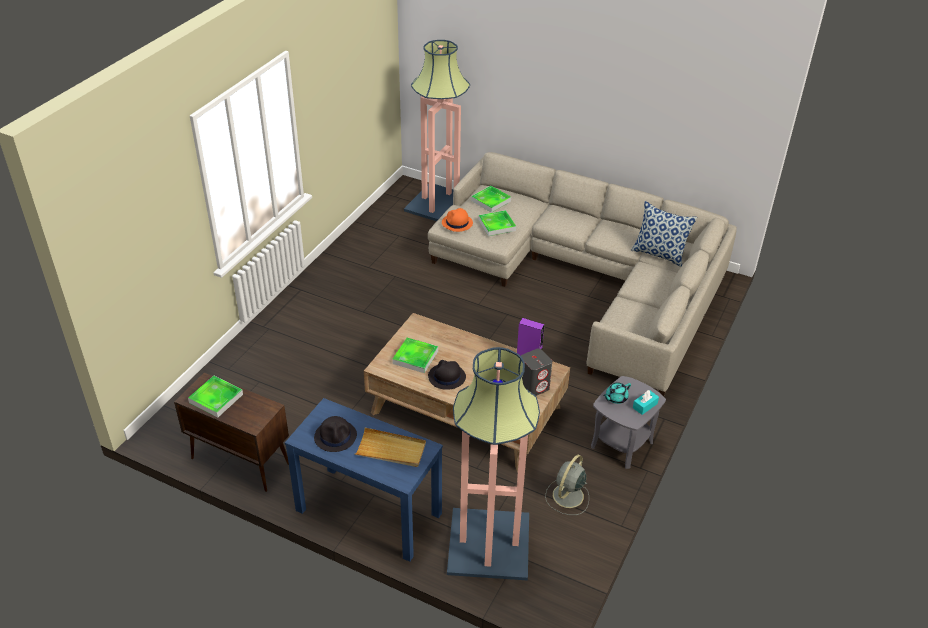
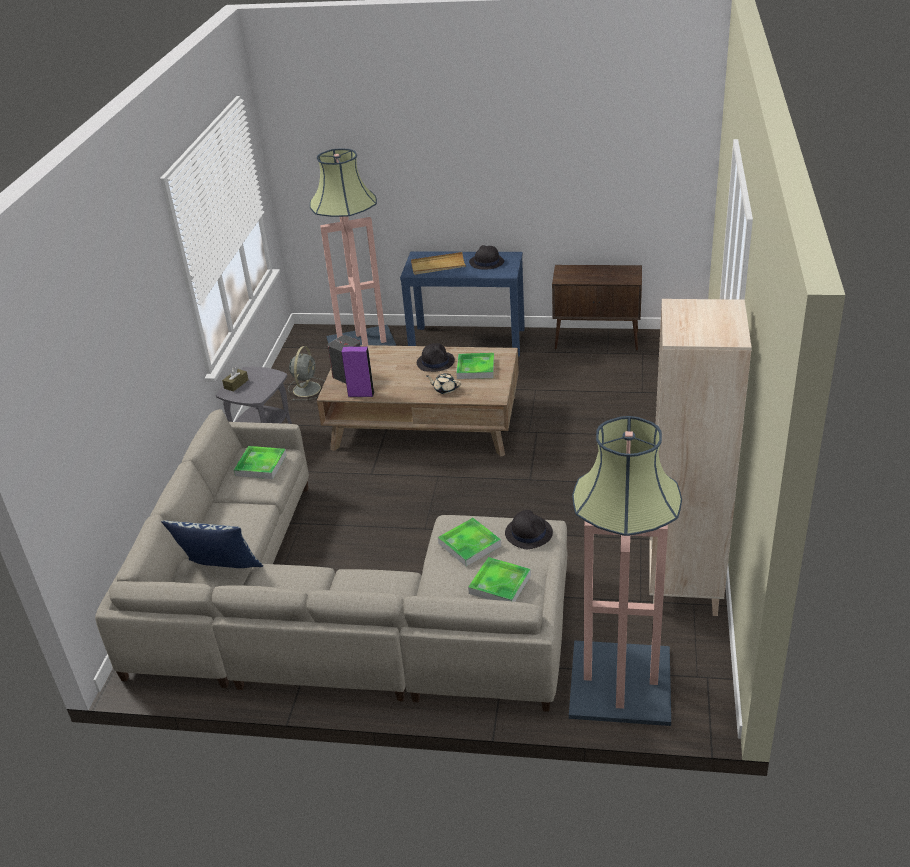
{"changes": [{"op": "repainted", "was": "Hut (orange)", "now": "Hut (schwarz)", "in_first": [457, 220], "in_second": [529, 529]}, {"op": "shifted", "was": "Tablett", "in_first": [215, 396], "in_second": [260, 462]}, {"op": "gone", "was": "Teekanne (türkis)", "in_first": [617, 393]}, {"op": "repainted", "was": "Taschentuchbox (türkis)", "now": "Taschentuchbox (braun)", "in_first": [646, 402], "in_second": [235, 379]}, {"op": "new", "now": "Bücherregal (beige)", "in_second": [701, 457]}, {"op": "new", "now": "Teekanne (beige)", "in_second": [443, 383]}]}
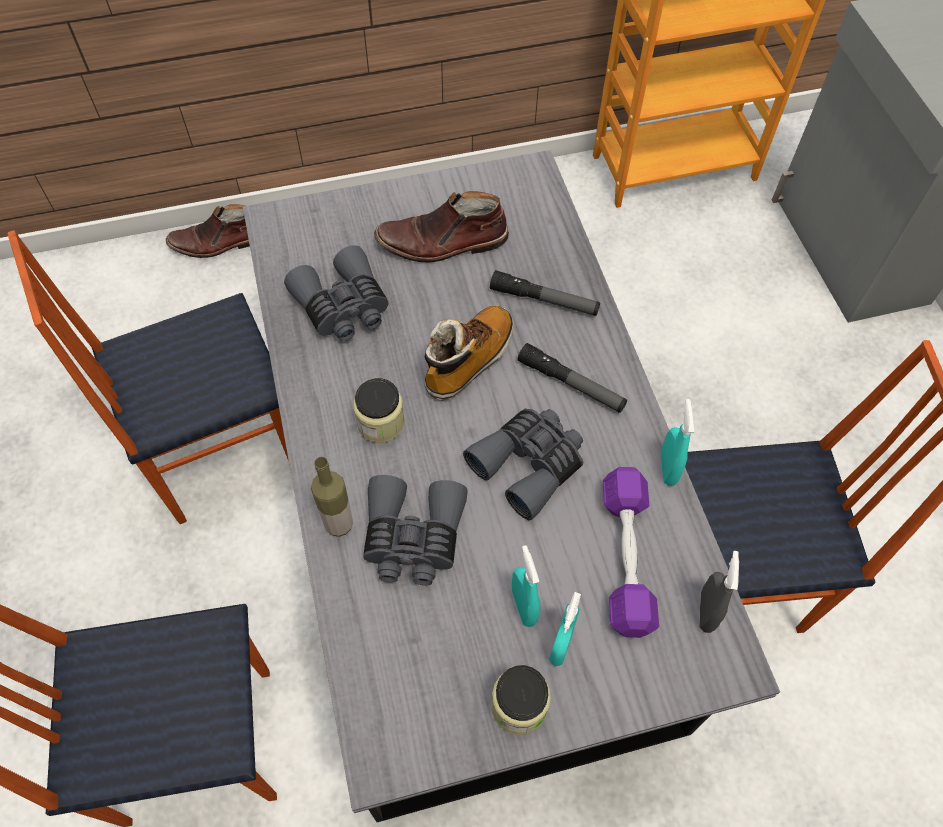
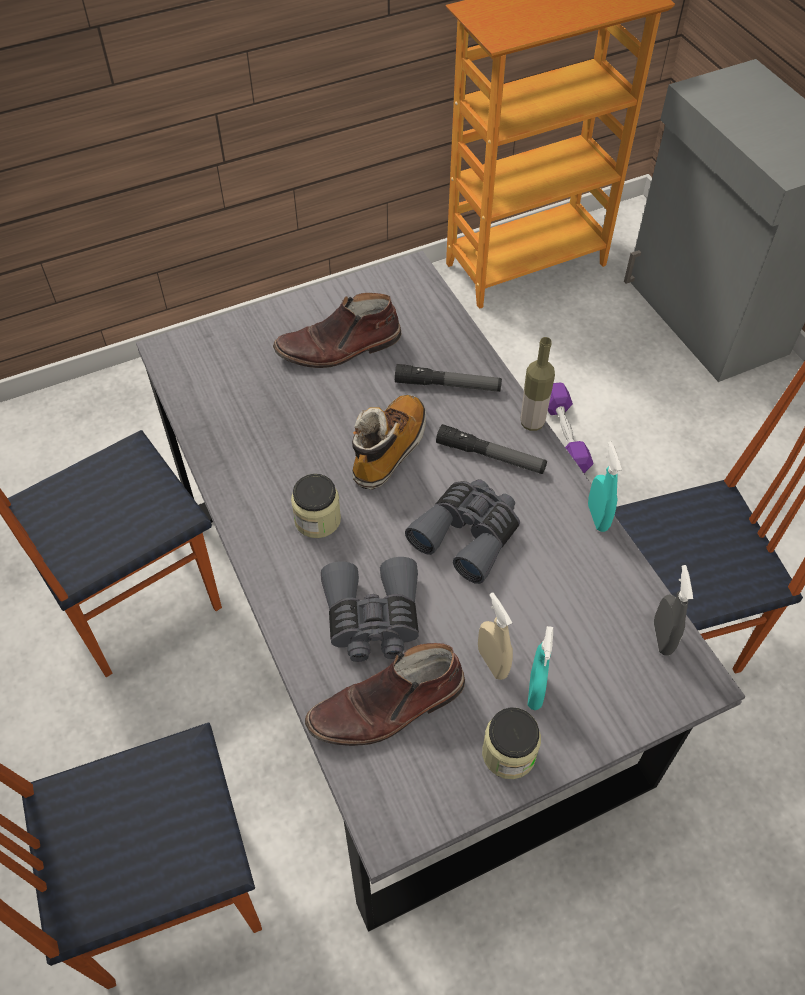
{"changes": [{"op": "shifted", "was": "Stiefel (braun)", "in_first": [208, 231], "in_second": [385, 694]}, {"op": "gone", "was": "Fernglas (grau)", "in_first": [336, 293]}, {"op": "shifted", "was": "Flasche", "in_first": [332, 497], "in_second": [538, 384]}, {"op": "shifted", "was": "Hantel (lila)", "in_first": [631, 552], "in_second": [571, 427]}, {"op": "repainted", "was": "Sprühflasche (türkis)", "now": "Sprühflasche (beige)", "in_first": [526, 586], "in_second": [495, 636]}]}
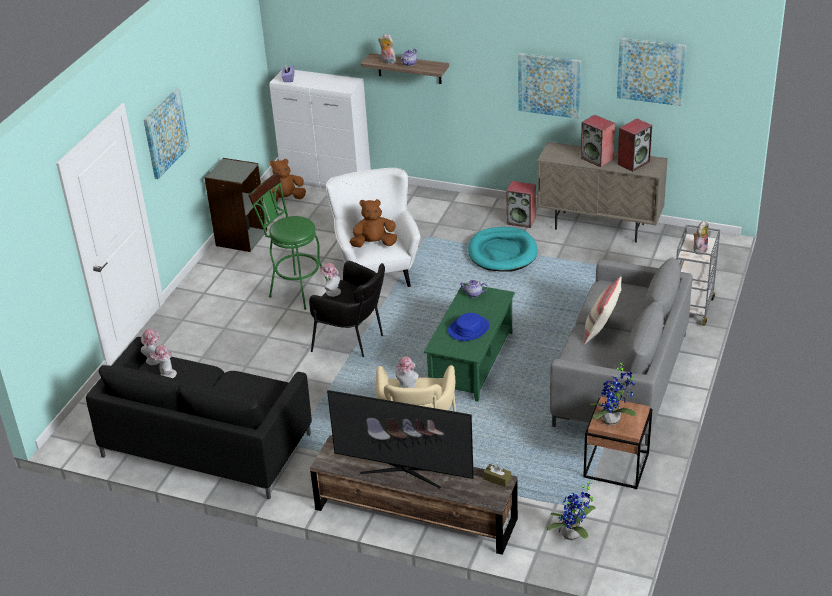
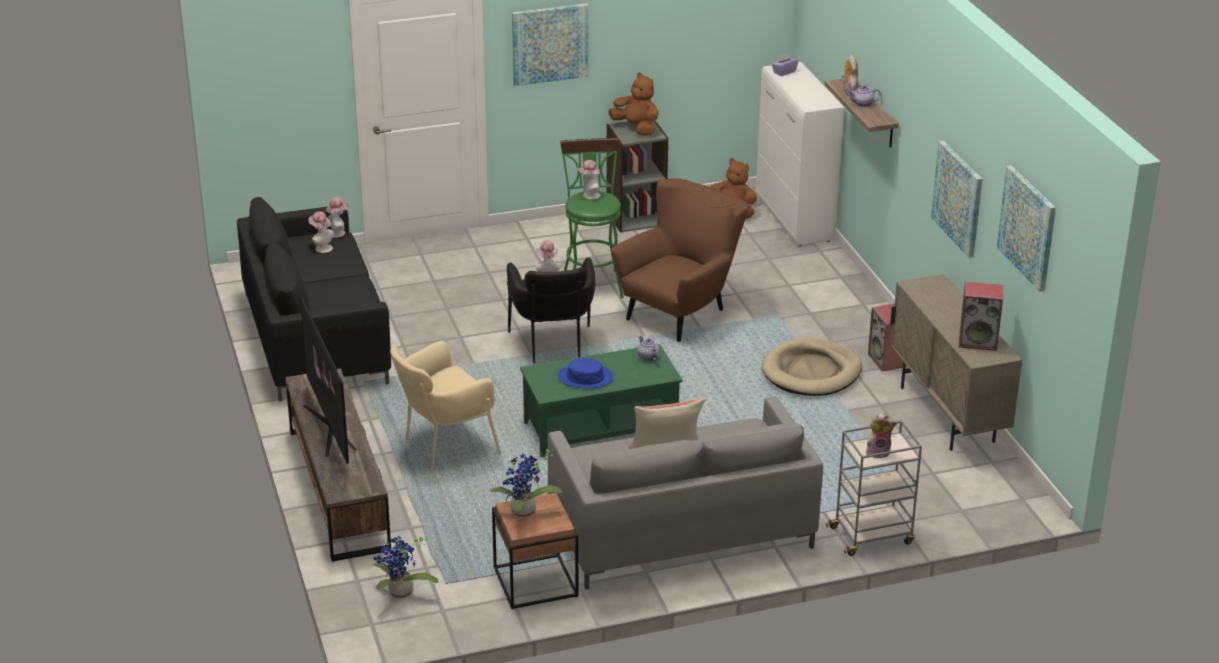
{"changes": [{"op": "gone", "was": "Lautsprecher", "in_first": [598, 141]}, {"op": "repainted", "was": "Sessel (weiß)", "now": "Sessel (braun)", "in_first": [373, 227], "in_second": [679, 260]}, {"op": "shifted", "was": "Plüschtier (braun)", "in_first": [373, 223], "in_second": [633, 104]}, {"op": "repainted", "was": "Hundebett (türkis)", "now": "Hundebett (beige)", "in_first": [502, 249], "in_second": [811, 367]}, {"op": "shifted", "was": "Hut", "in_first": [407, 372], "in_second": [589, 180]}, {"op": "gone", "was": "Taschentuchbox (braun)", "in_first": [497, 475]}]}
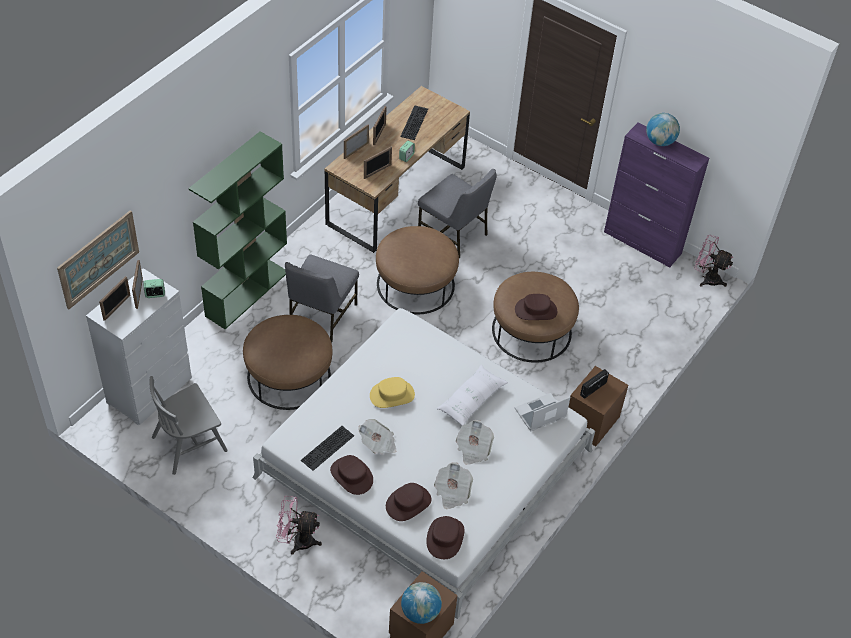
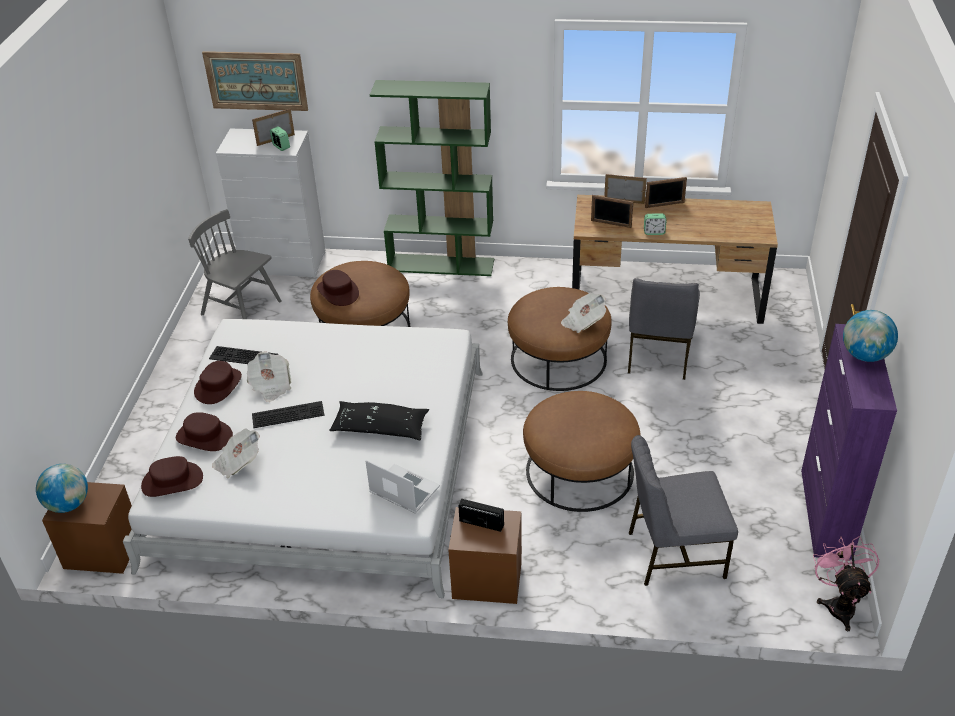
{"changes": [{"op": "shifted", "was": "Tastatur", "in_first": [414, 122], "in_second": [288, 414]}, {"op": "shifted", "was": "Stuhl (grau)", "in_first": [322, 299], "in_second": [683, 510]}, {"op": "gone", "was": "Bilderrahmen", "in_first": [115, 298]}, {"op": "shifted", "was": "Hut (braun)", "in_first": [536, 307], "in_second": [338, 288]}, {"op": "repainted", "was": "Kissen (weiß)", "now": "Kissen (schwarz)", "in_first": [472, 395], "in_second": [379, 420]}, {"op": "gone", "was": "Hut (gelb)", "in_first": [392, 392]}, {"op": "shifted", "was": "Zeitung", "in_first": [475, 442], "in_second": [583, 313]}, {"op": "gone", "was": "Ventilator (rosa)", "in_first": [299, 525]}]}
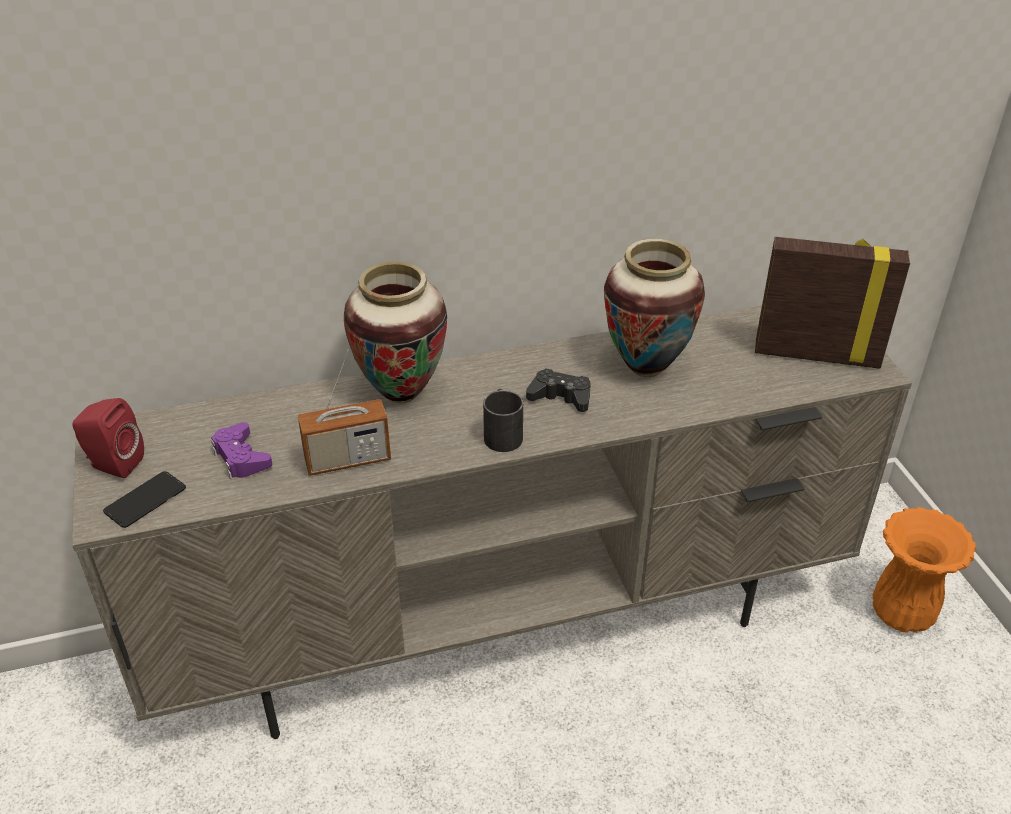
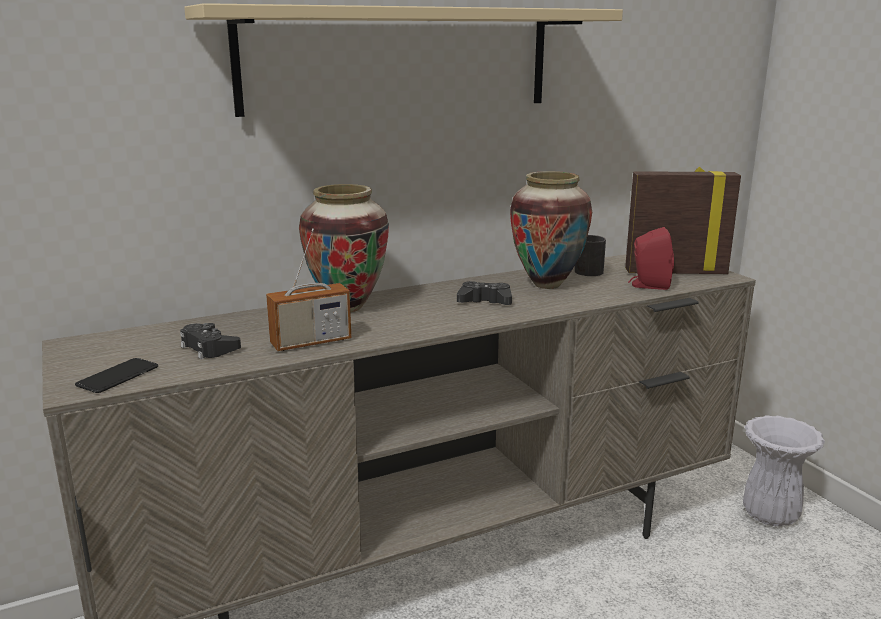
{"changes": [{"op": "shifted", "was": "Henkelbecher (schwarz)", "in_first": [503, 420], "in_second": [590, 255]}, {"op": "shifted", "was": "Lautsprecher (rot)", "in_first": [108, 438], "in_second": [651, 258]}, {"op": "repainted", "was": "Gamepad (lila)", "now": "Gamepad (schwarz)", "in_first": [241, 450], "in_second": [210, 341]}, {"op": "repainted", "was": "Vase (orange)", "now": "Vase (weiß)", "in_first": [924, 570], "in_second": [784, 470]}, {"op": "new", "now": "Wandregal (beige)", "in_second": [403, 60]}]}
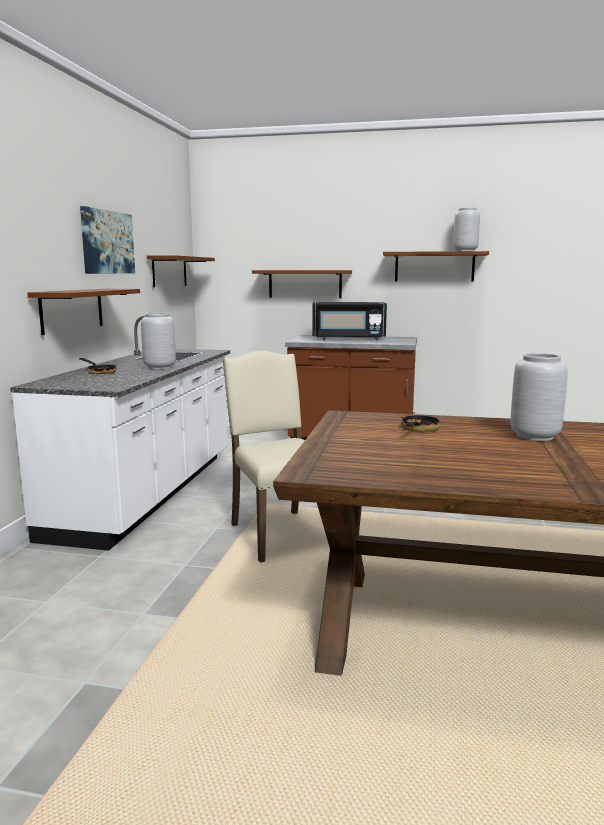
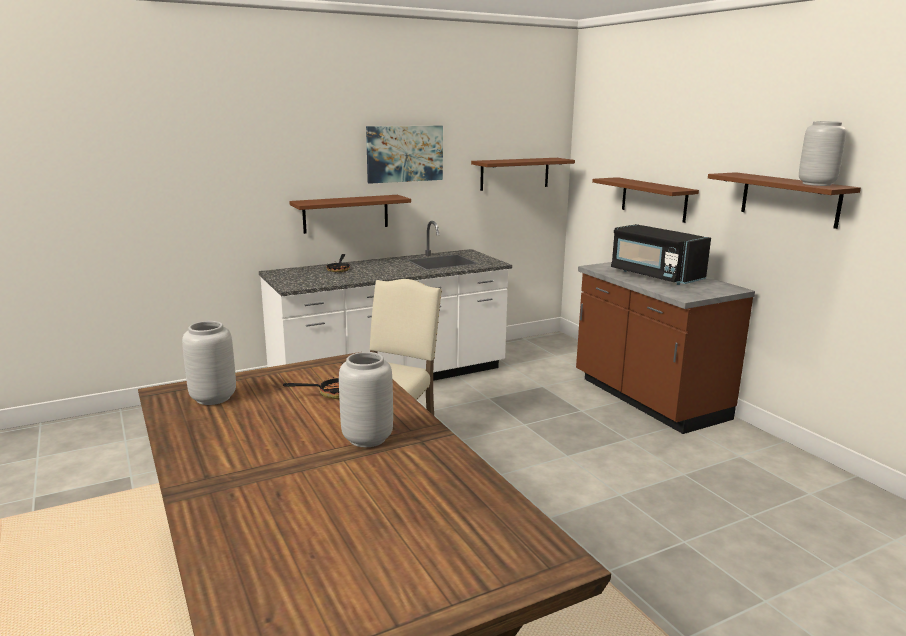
{"changes": [{"op": "shifted", "was": "Vase (grau)", "in_first": [158, 341], "in_second": [209, 363]}]}
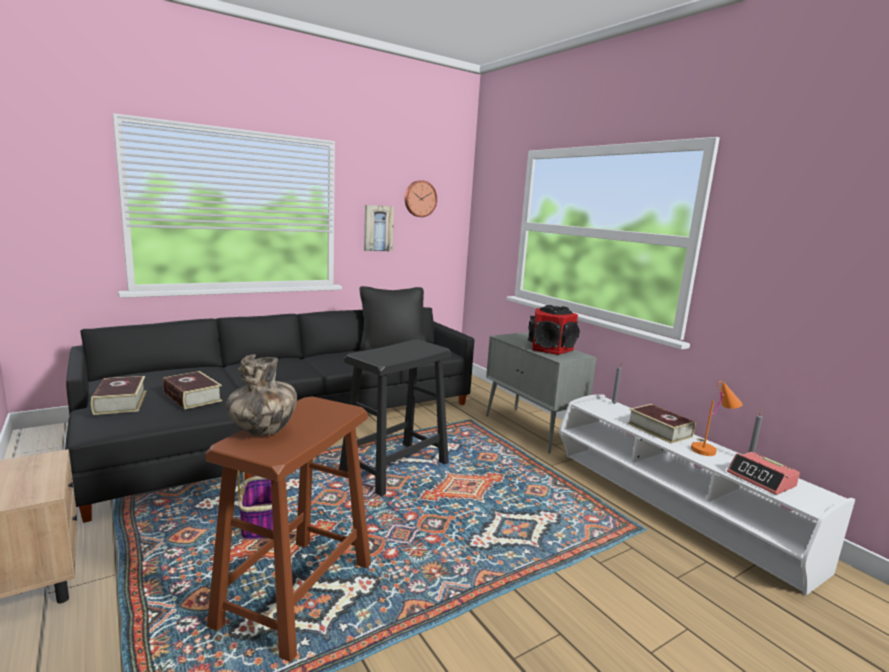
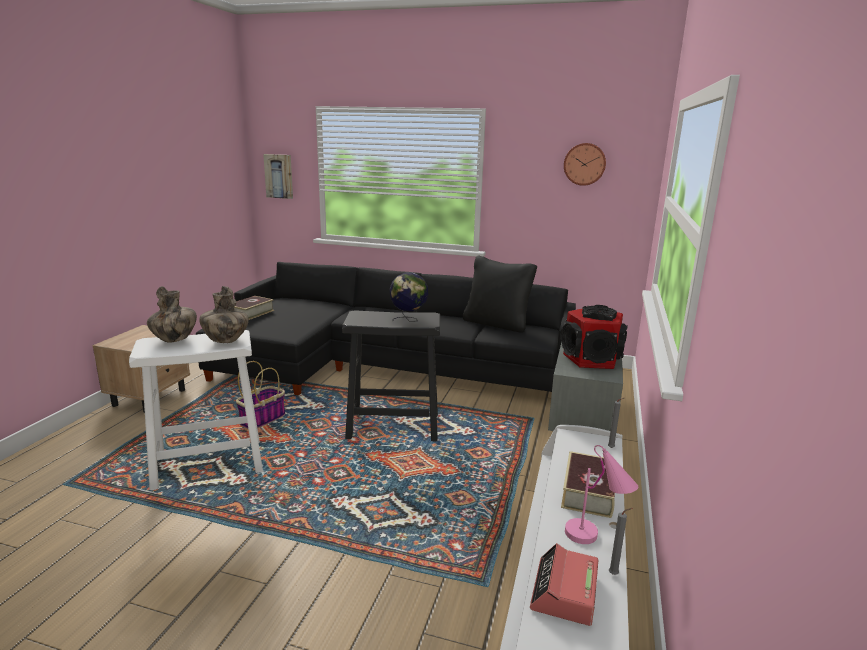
{"changes": [{"op": "shifted", "was": "Bild", "in_first": [379, 228], "in_second": [278, 176]}, {"op": "gone", "was": "Buch", "in_first": [192, 390]}, {"op": "repainted", "was": "Tischlampe (orange)", "now": "Tischlampe (rosa)", "in_first": [717, 418], "in_second": [601, 494]}, {"op": "repainted", "was": "Hocker (braun)", "now": "Hocker (weiß)", "in_first": [288, 529], "in_second": [196, 410]}, {"op": "new", "now": "Globus", "in_second": [409, 297]}, {"op": "new", "now": "Vase", "in_second": [224, 314]}]}
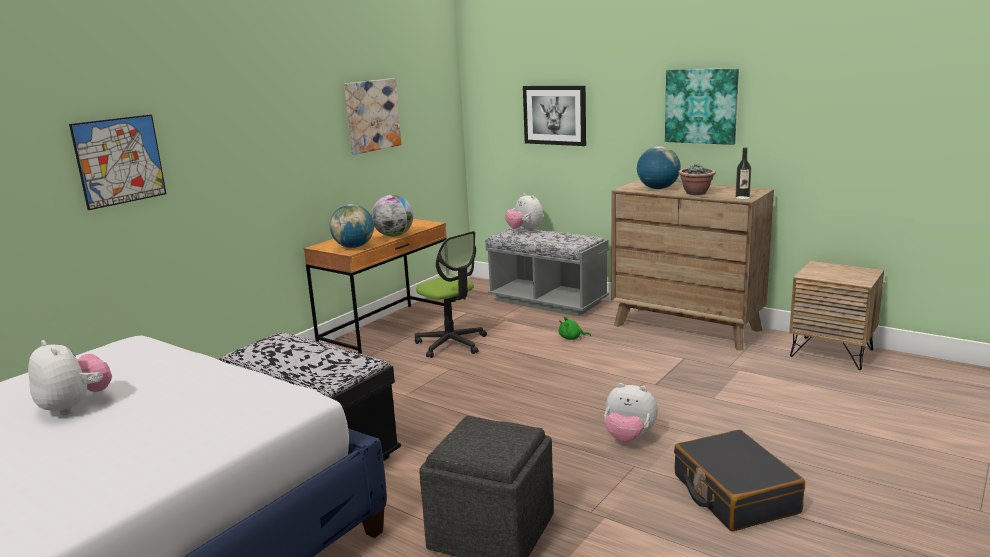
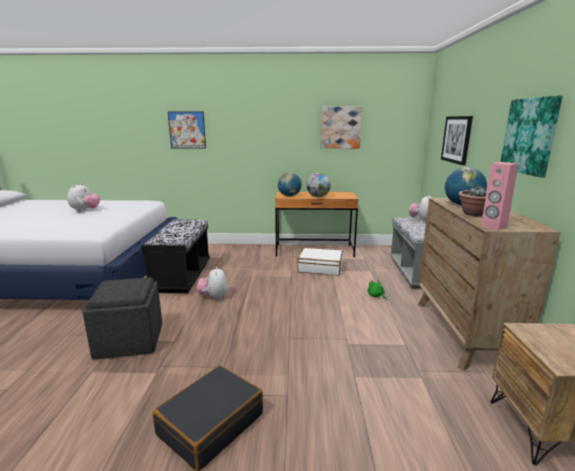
{"changes": [{"op": "swapped", "was": "Flasche", "now": "Lautsprecher (rosa)", "in_first": [743, 173], "in_second": [500, 196]}, {"op": "swapped", "was": "Bürostuhl", "now": "Koffer (weiß)", "in_first": [451, 294], "in_second": [320, 261]}, {"op": "shifted", "was": "Plüschtier", "in_first": [631, 413], "in_second": [212, 283]}]}
